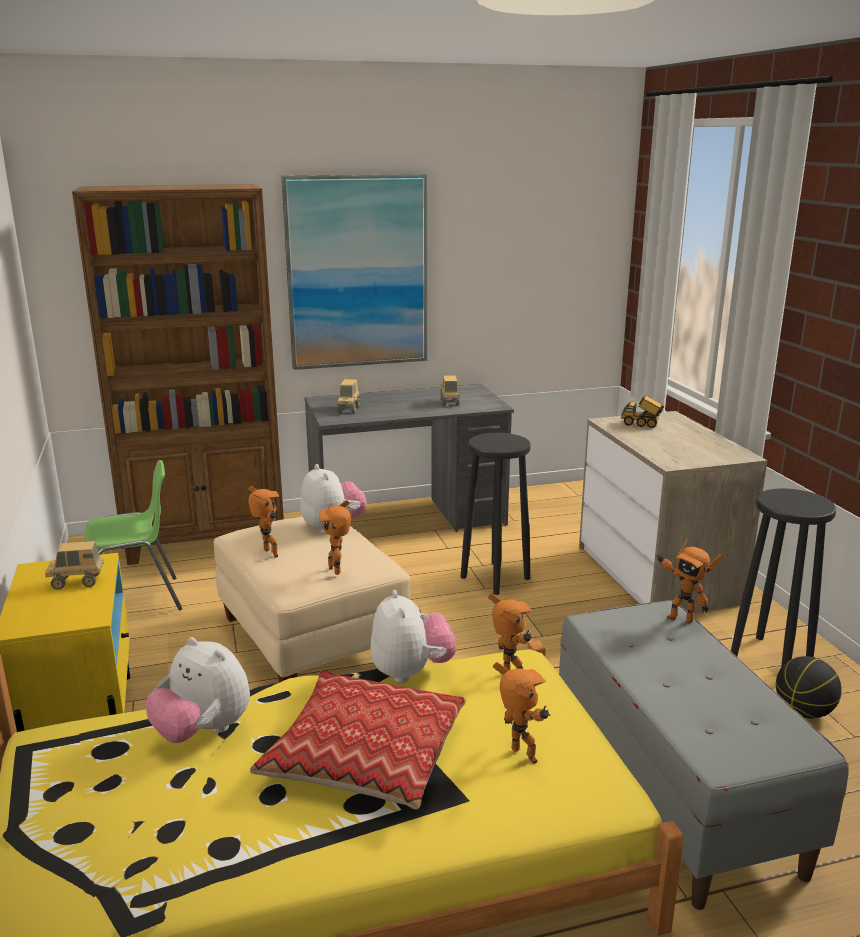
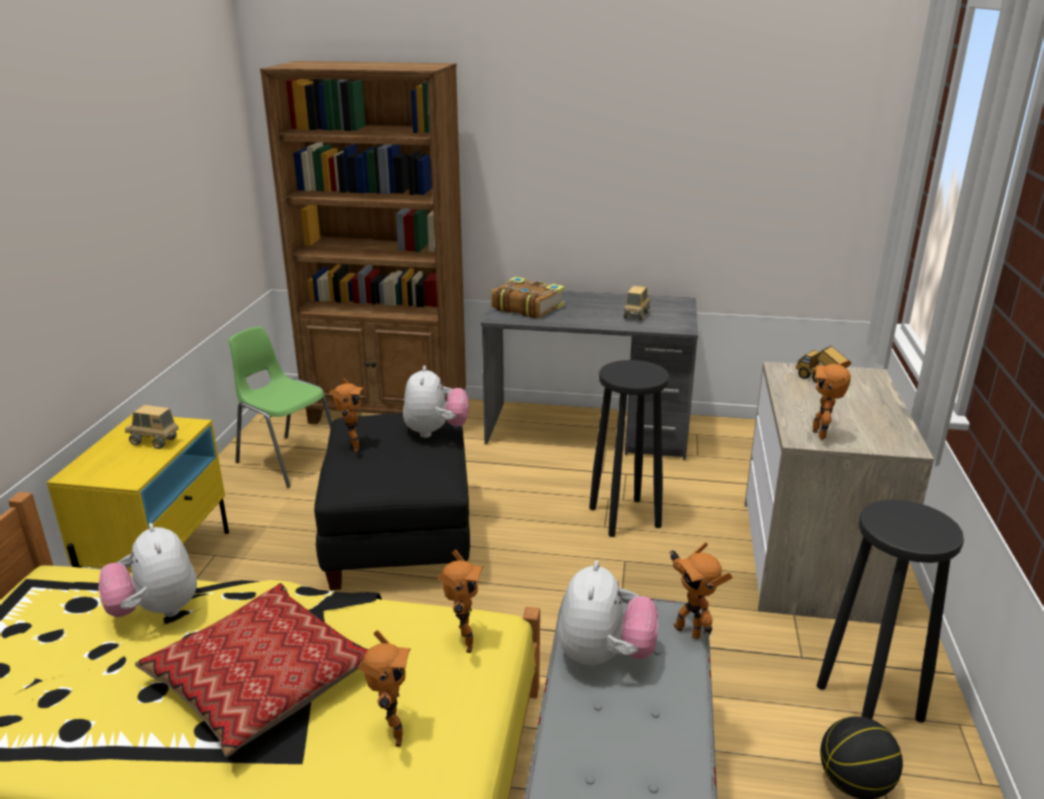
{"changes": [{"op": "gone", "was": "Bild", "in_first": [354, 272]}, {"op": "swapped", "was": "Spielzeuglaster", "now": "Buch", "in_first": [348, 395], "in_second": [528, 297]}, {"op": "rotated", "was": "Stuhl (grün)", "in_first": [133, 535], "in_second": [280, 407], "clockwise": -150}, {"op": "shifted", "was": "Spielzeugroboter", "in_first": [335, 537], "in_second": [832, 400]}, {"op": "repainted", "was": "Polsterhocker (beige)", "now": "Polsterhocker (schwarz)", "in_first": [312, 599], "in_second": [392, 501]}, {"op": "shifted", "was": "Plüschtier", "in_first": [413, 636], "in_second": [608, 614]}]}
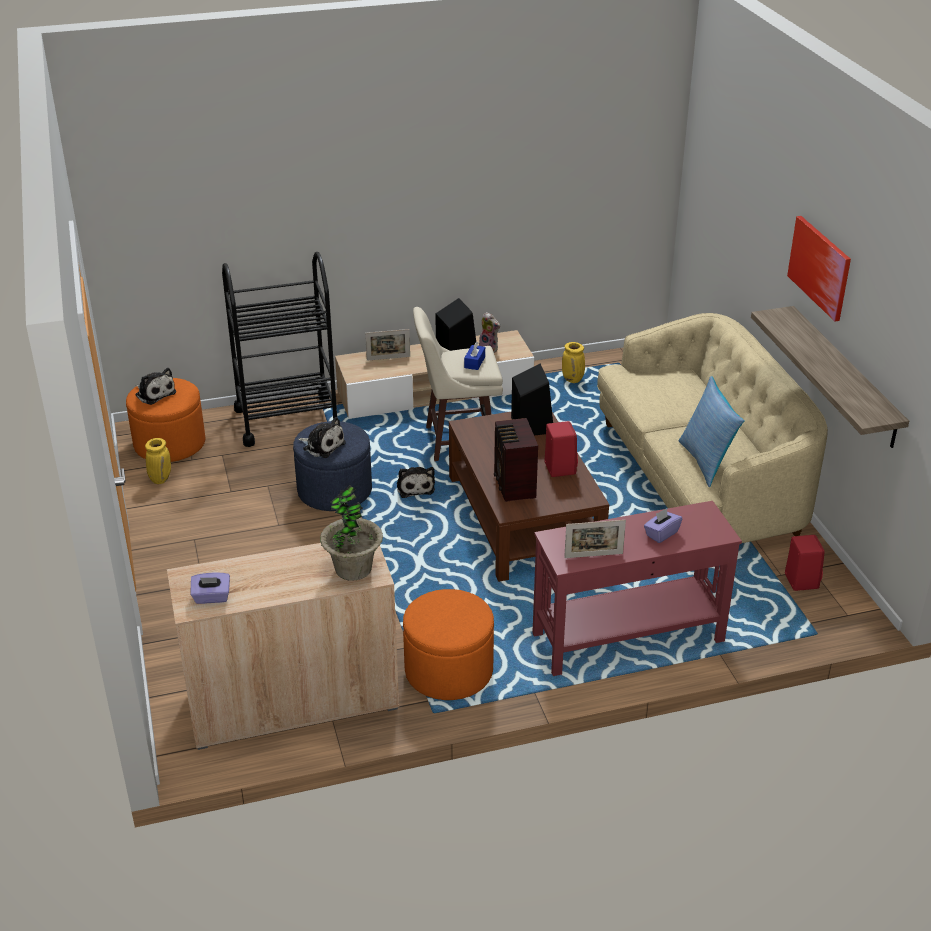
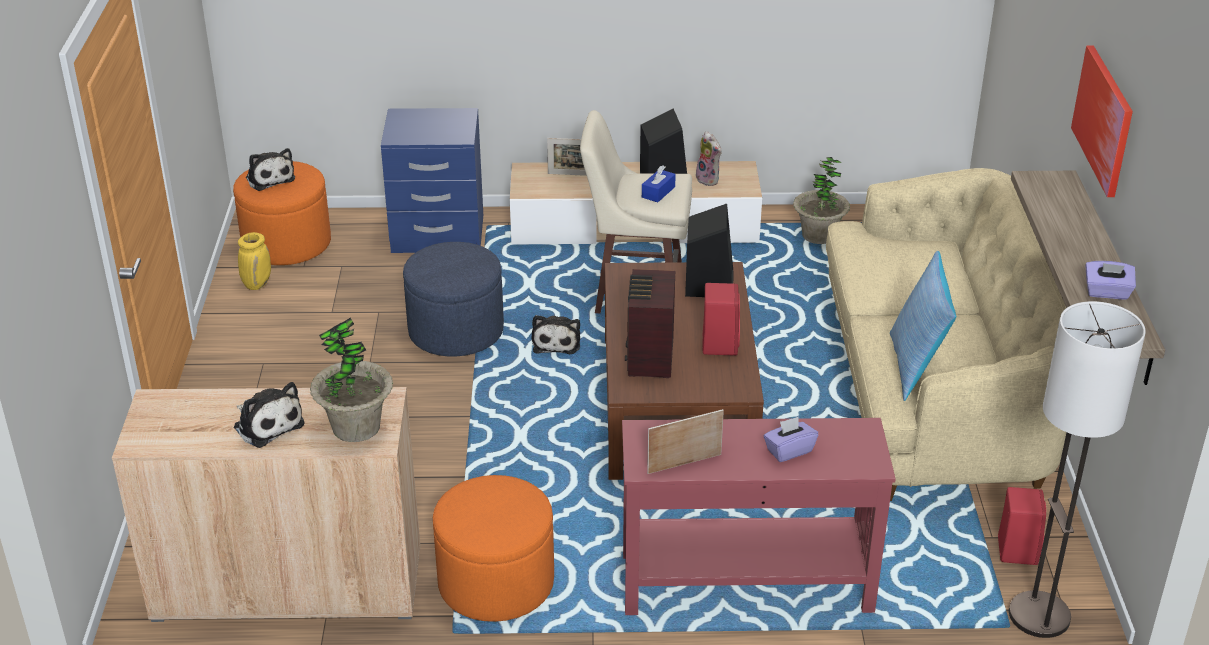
{"changes": [{"op": "swapped", "was": "Rollwagen (schwarz)", "now": "Nachttisch (blau)", "in_first": [281, 349], "in_second": [432, 180]}, {"op": "swapped", "was": "Vase (gelb)", "now": "Topfpflanze", "in_first": [573, 362], "in_second": [821, 200]}, {"op": "shifted", "was": "Plüschtier", "in_first": [322, 437], "in_second": [269, 415]}, {"op": "rotated", "was": "Bilderrahmen", "in_first": [595, 539], "in_second": [685, 441], "clockwise": 150}, {"op": "shifted", "was": "Taschentuchbox (lila)", "in_first": [210, 588], "in_second": [1110, 280]}, {"op": "new", "now": "Stehlampe", "in_second": [1077, 469]}]}
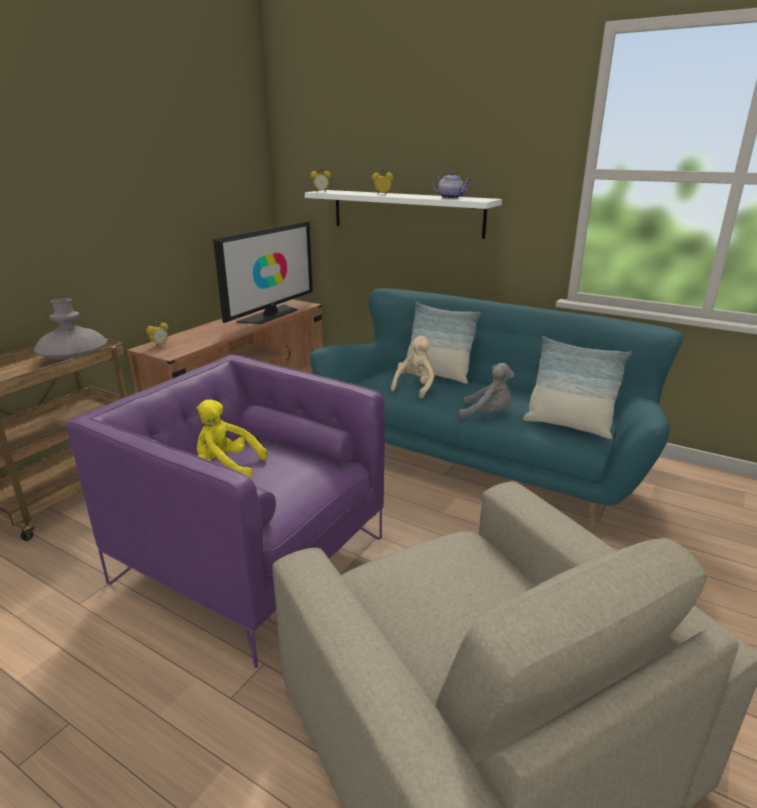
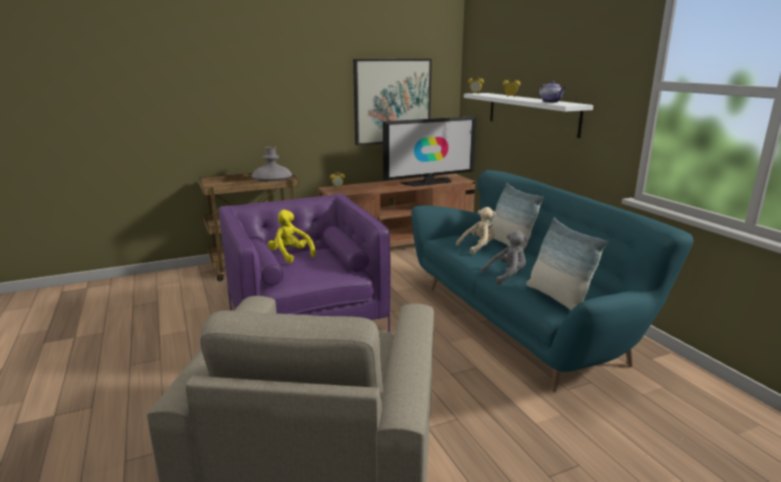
{"changes": [{"op": "rotated", "was": "Plüschtier (grau)", "in_first": [486, 391], "in_second": [504, 258], "clockwise": -75}, {"op": "new", "now": "Bild", "in_second": [392, 102]}]}
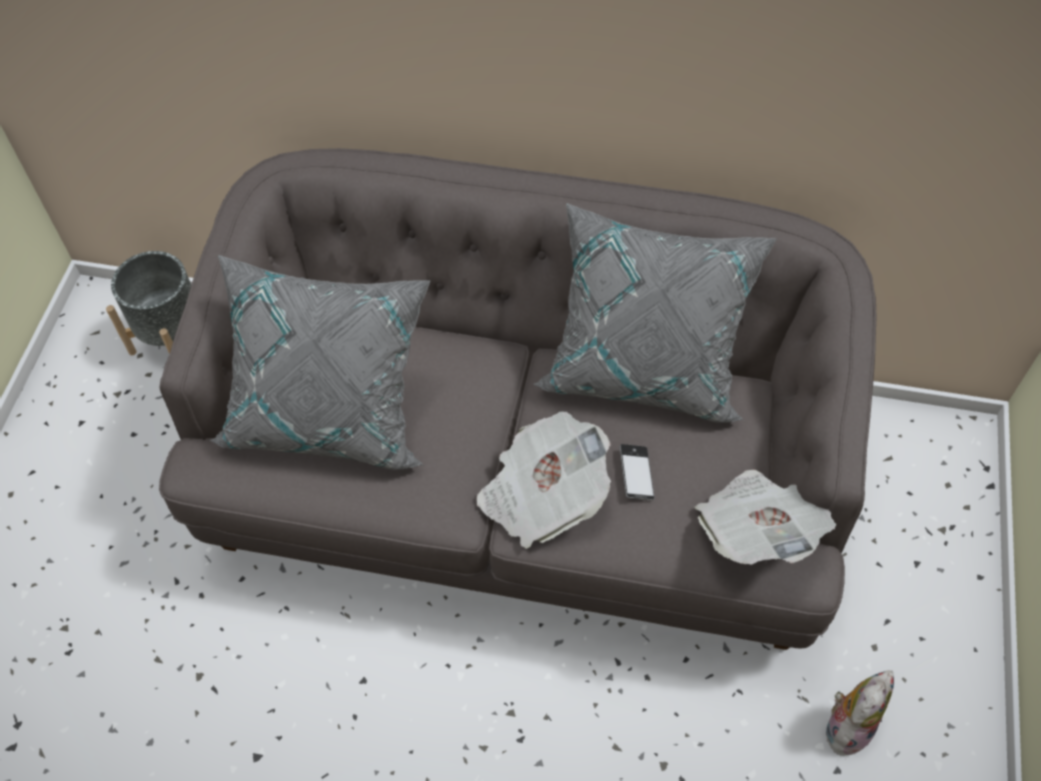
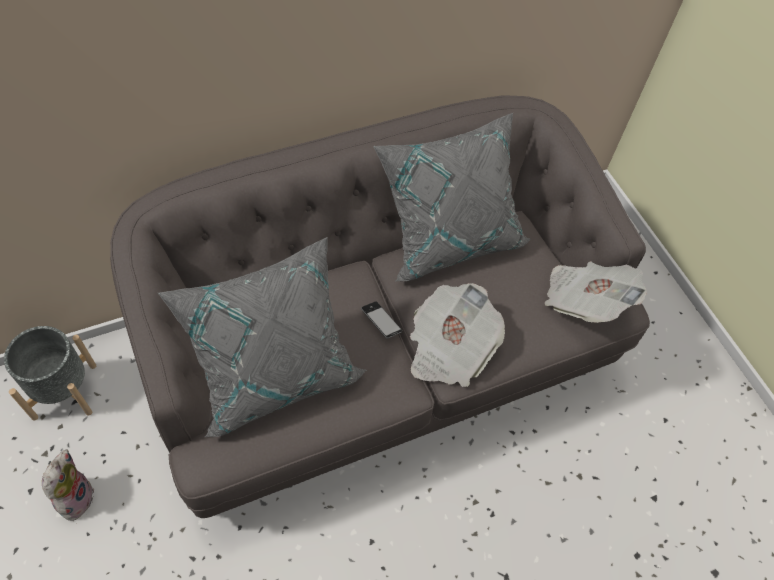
{"changes": [{"op": "shifted", "was": "Handy", "in_first": [637, 472], "in_second": [381, 320]}, {"op": "shifted", "was": "Plüschtier", "in_first": [860, 713], "in_second": [68, 485]}]}
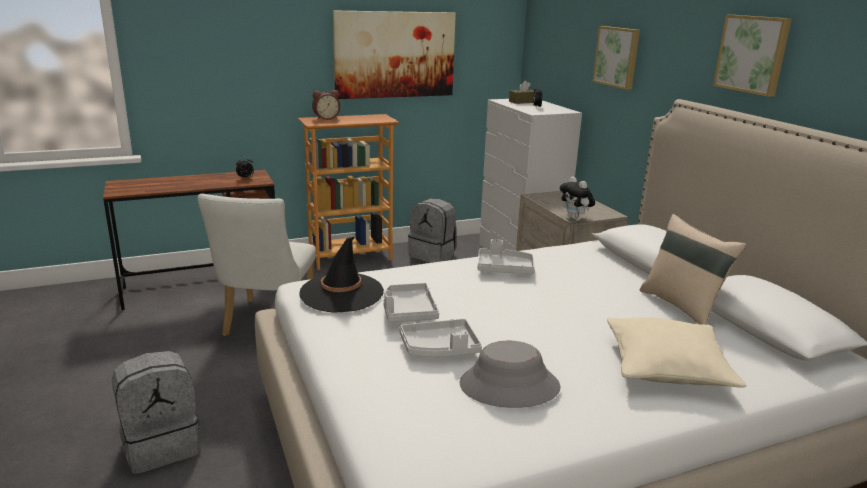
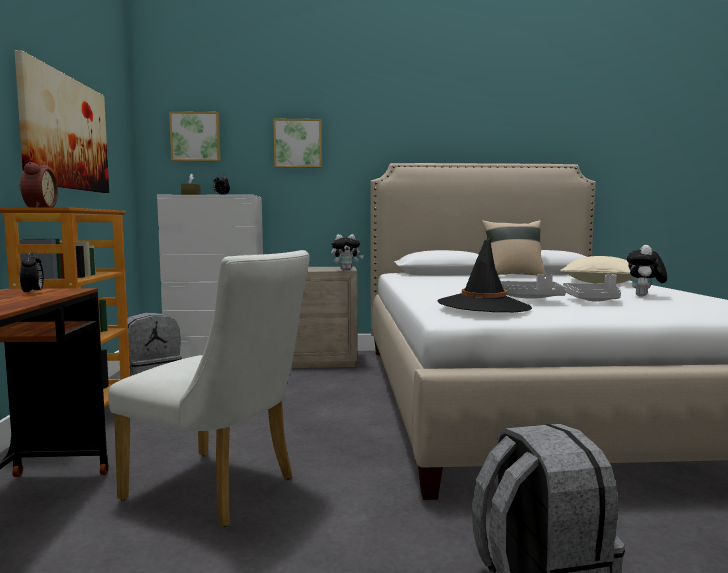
{"changes": [{"op": "shifted", "was": "Bild", "in_first": [752, 56], "in_second": [194, 136]}, {"op": "gone", "was": "Tablett (grau)", "in_first": [506, 256]}, {"op": "swapped", "was": "Hut (grau)", "now": "Plüschtier", "in_first": [510, 374], "in_second": [647, 271]}]}
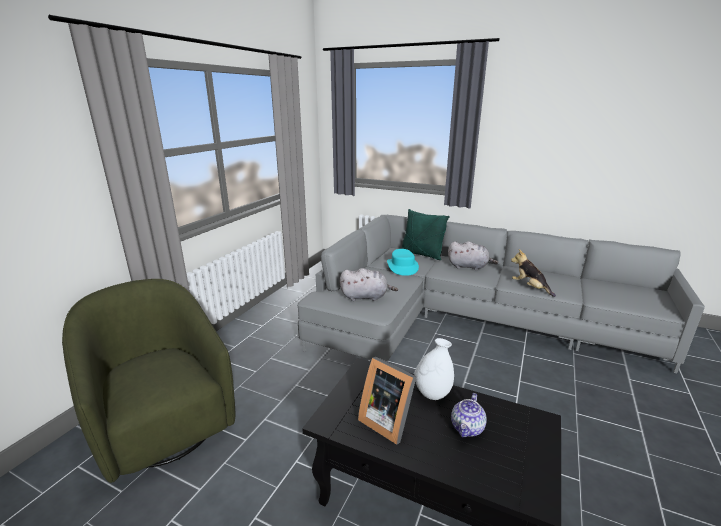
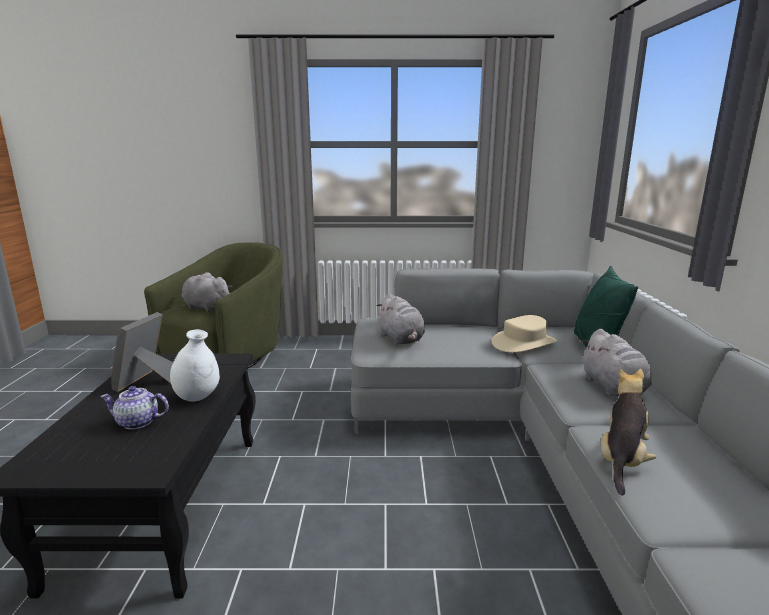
{"changes": [{"op": "repainted", "was": "Hut (türkis)", "now": "Hut (beige)", "in_first": [403, 262], "in_second": [524, 334]}, {"op": "new", "now": "Plüschtier (grau)", "in_second": [207, 292]}]}
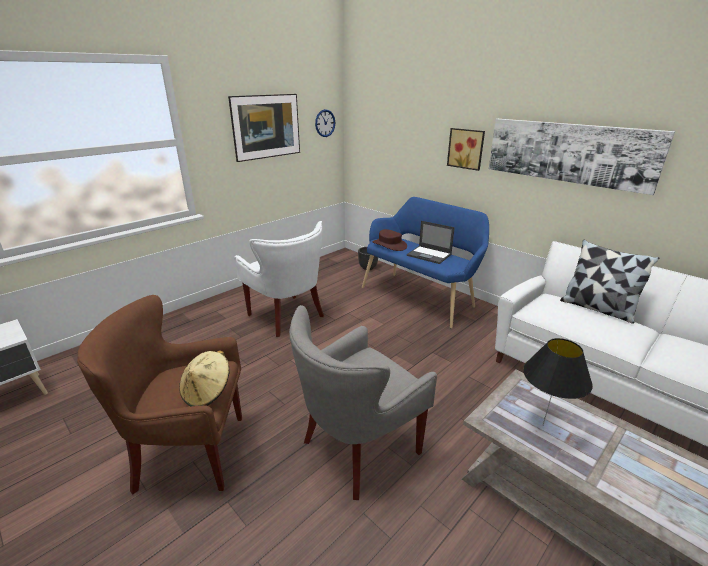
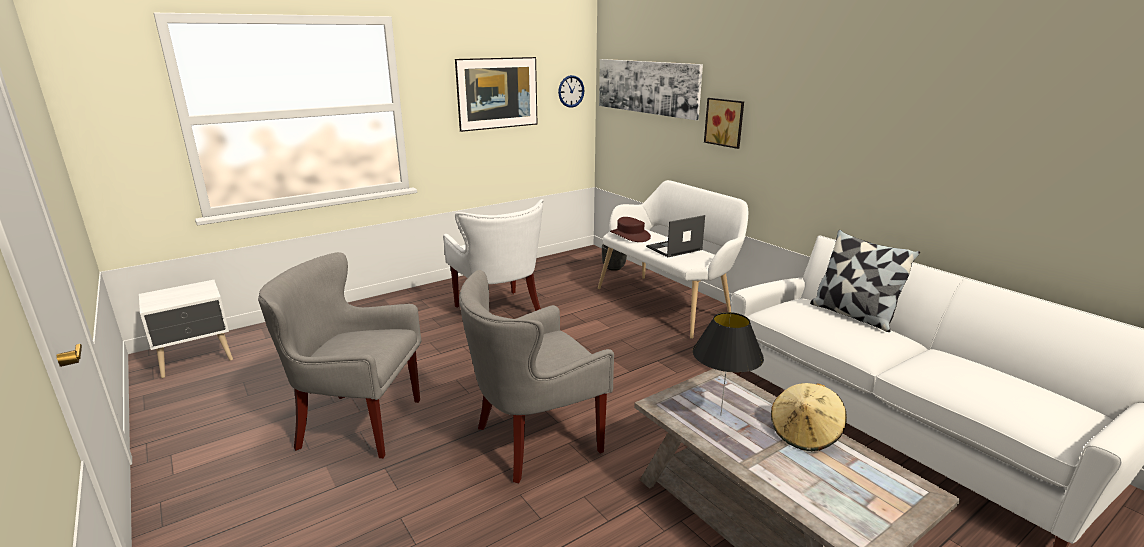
{"changes": [{"op": "shifted", "was": "Bild", "in_first": [582, 157], "in_second": [651, 89]}, {"op": "repainted", "was": "Bank (blau)", "now": "Bank (weiß)", "in_first": [425, 263], "in_second": [673, 259]}, {"op": "rotated", "was": "Laptop", "in_first": [431, 242], "in_second": [675, 236], "clockwise": 105}, {"op": "repainted", "was": "Sessel (braun)", "now": "Sessel (grau)", "in_first": [159, 395], "in_second": [340, 355]}, {"op": "shifted", "was": "Hut (beige)", "in_first": [204, 378], "in_second": [809, 417]}]}
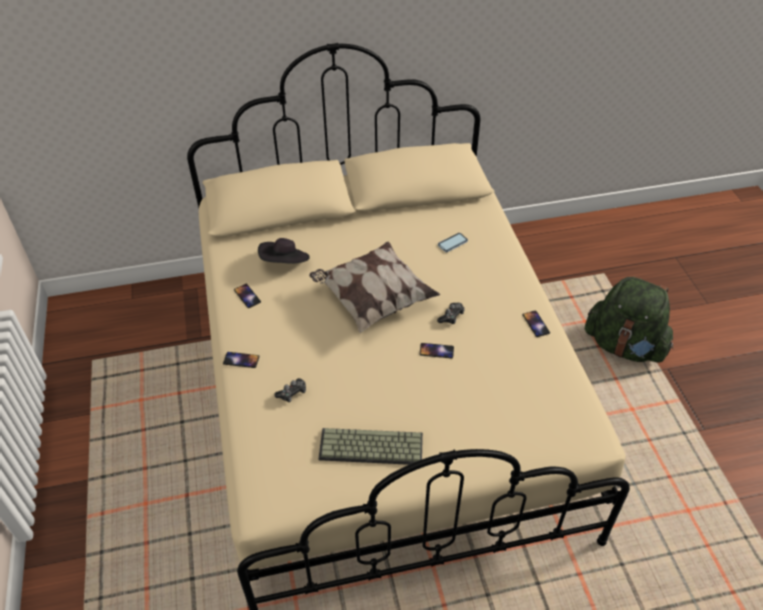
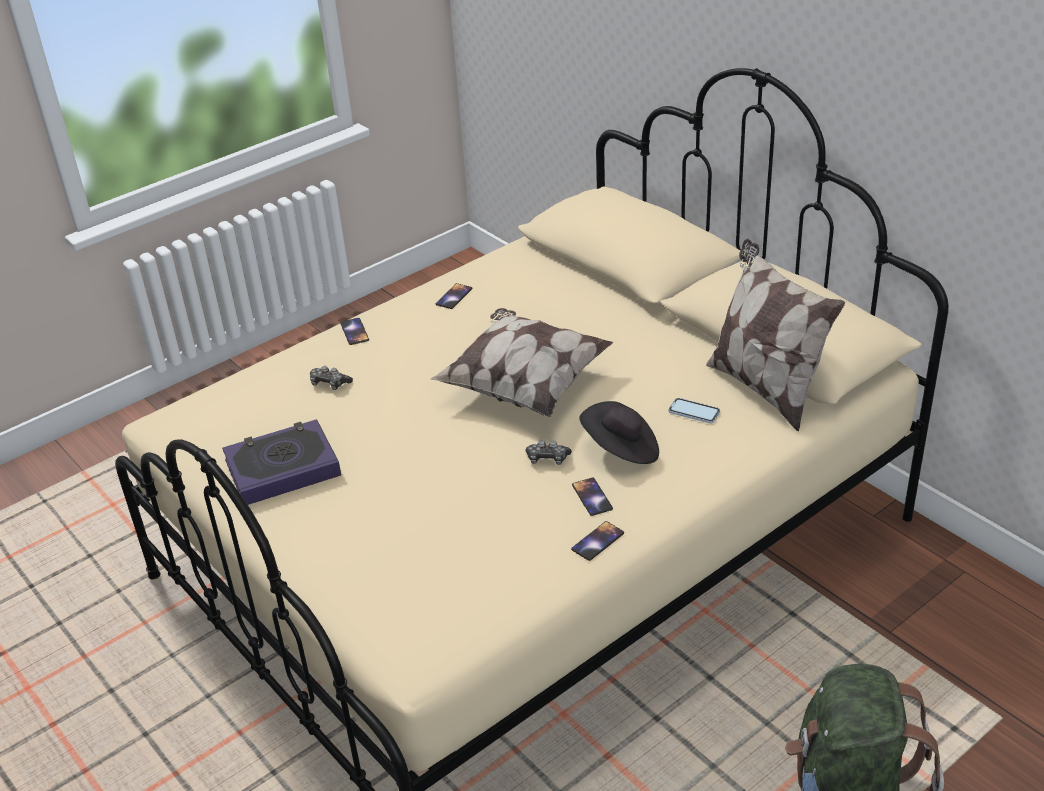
{"changes": [{"op": "shifted", "was": "Hut (schwarz)", "in_first": [284, 251], "in_second": [619, 432]}, {"op": "shifted", "was": "Handy", "in_first": [437, 351], "in_second": [592, 497]}, {"op": "swapped", "was": "Tastatur", "now": "Buch", "in_first": [370, 446], "in_second": [281, 462]}, {"op": "new", "now": "Kissen", "in_second": [775, 335]}]}
